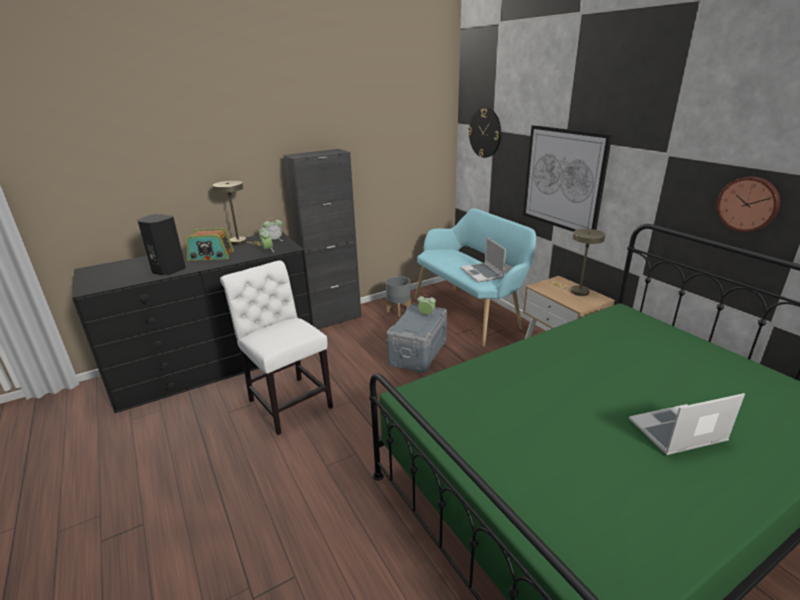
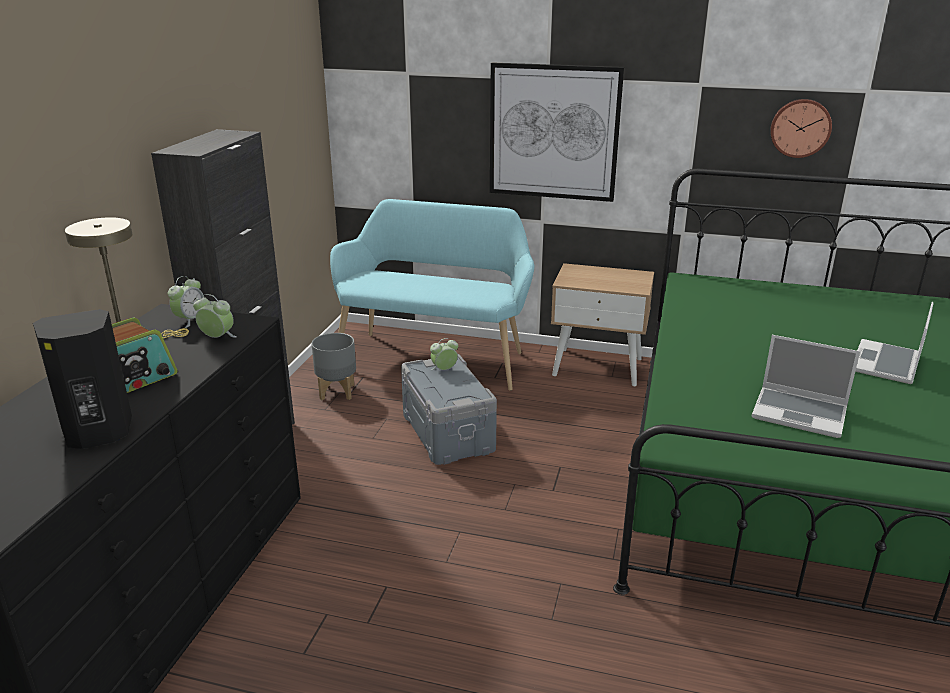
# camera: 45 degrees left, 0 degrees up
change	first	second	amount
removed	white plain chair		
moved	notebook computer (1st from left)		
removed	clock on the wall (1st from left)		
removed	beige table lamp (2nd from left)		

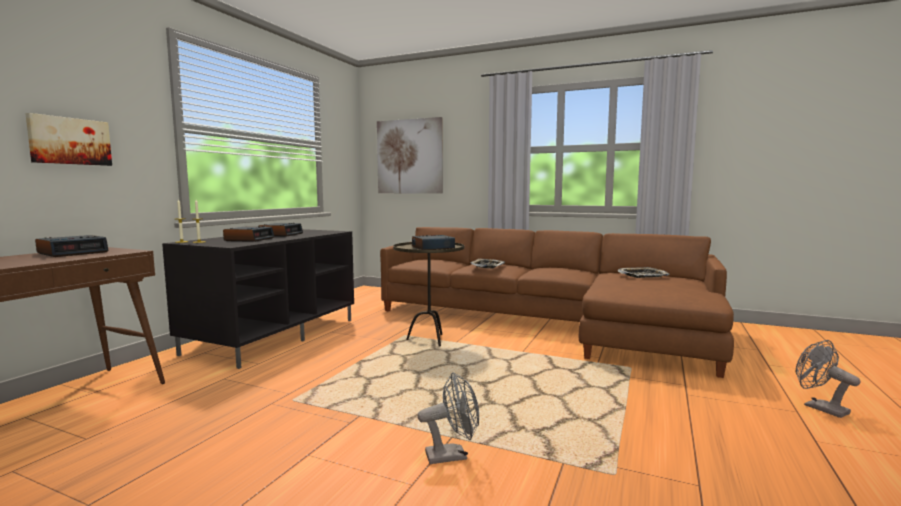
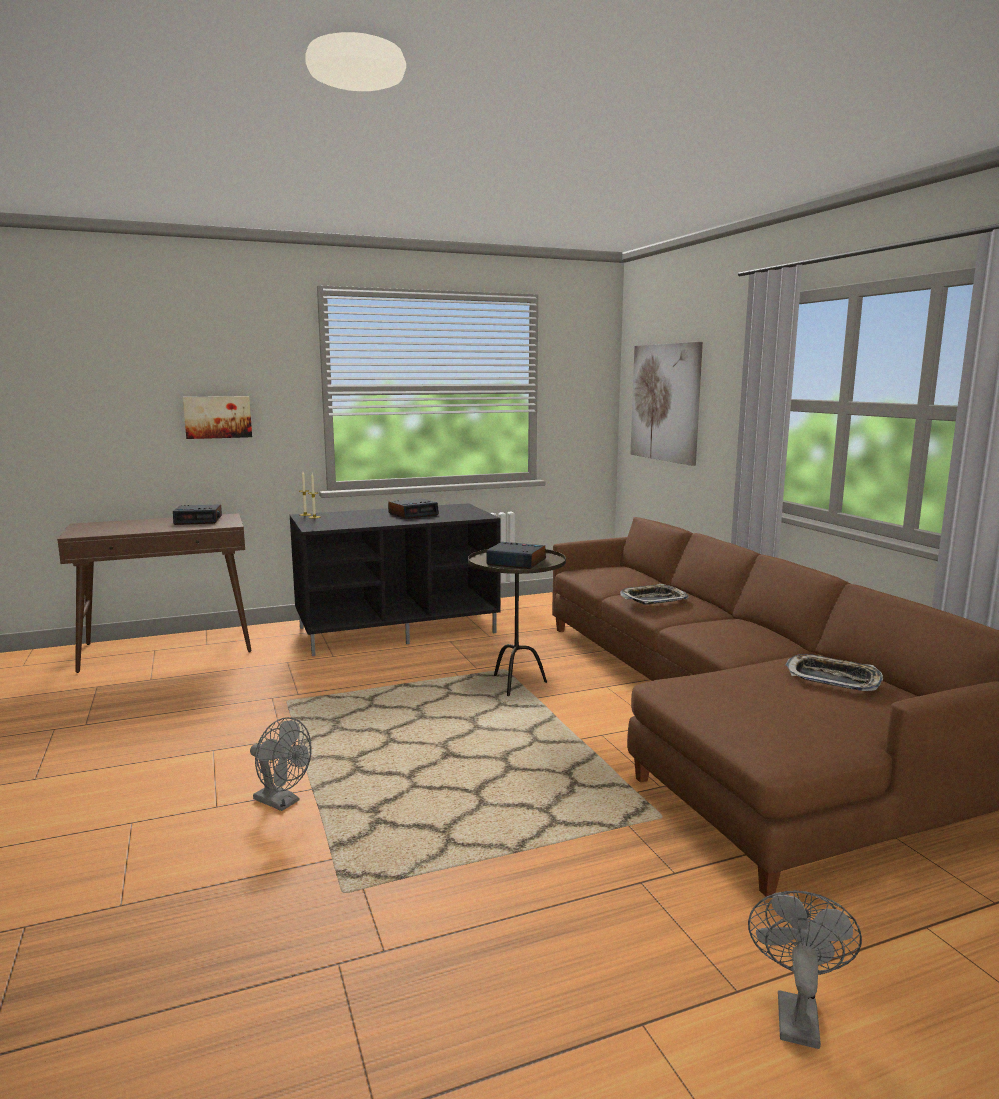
# camera: 45 degrees right, 5 degrees up
change	first	second	amount
removed	table clock (2nd from left)		

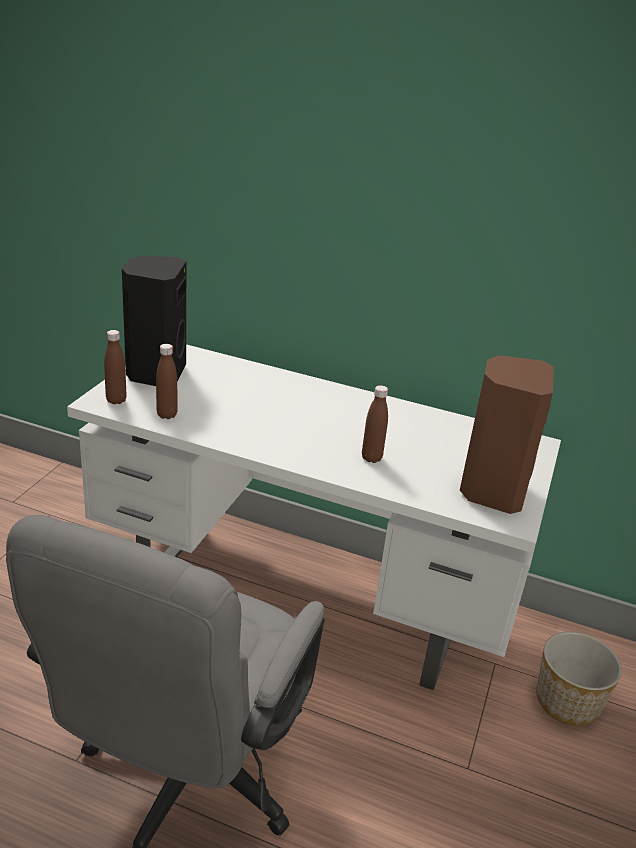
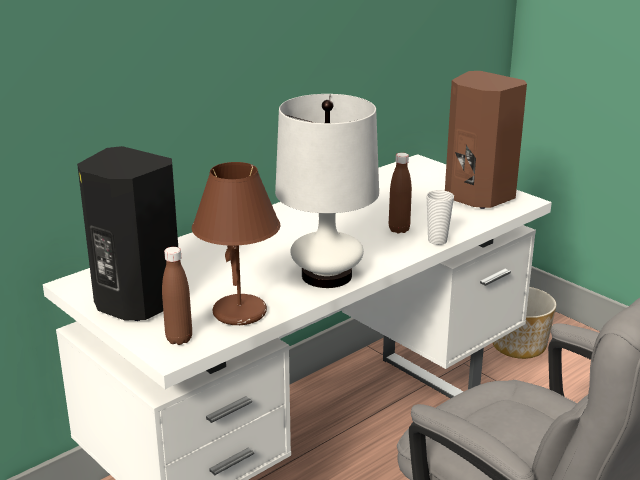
# camera: 60 degrees left, 5 degrees down
change	first	second	amount
replaced	brown-coloured drink bottle (2nd from left)	brown-coloured table lamp	
added		white table lamp	
added		small cup	

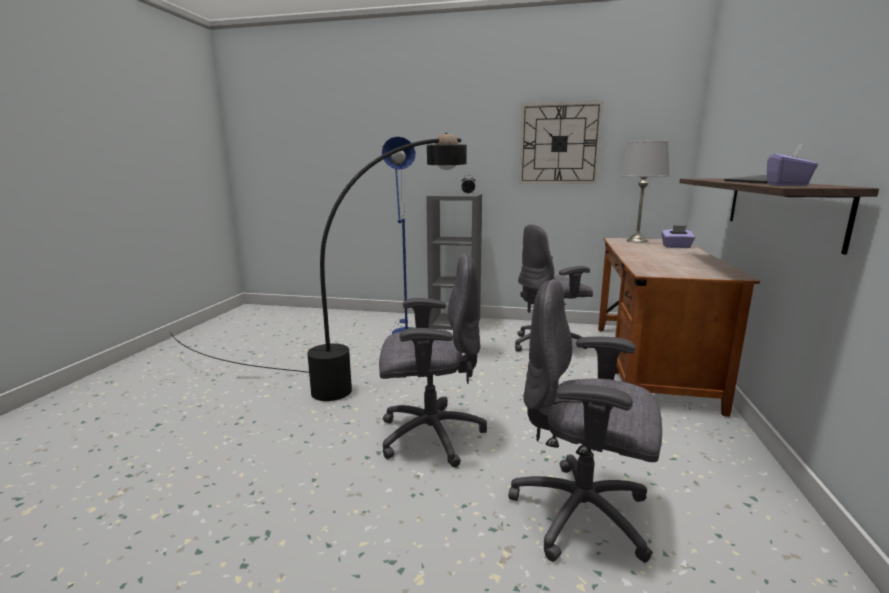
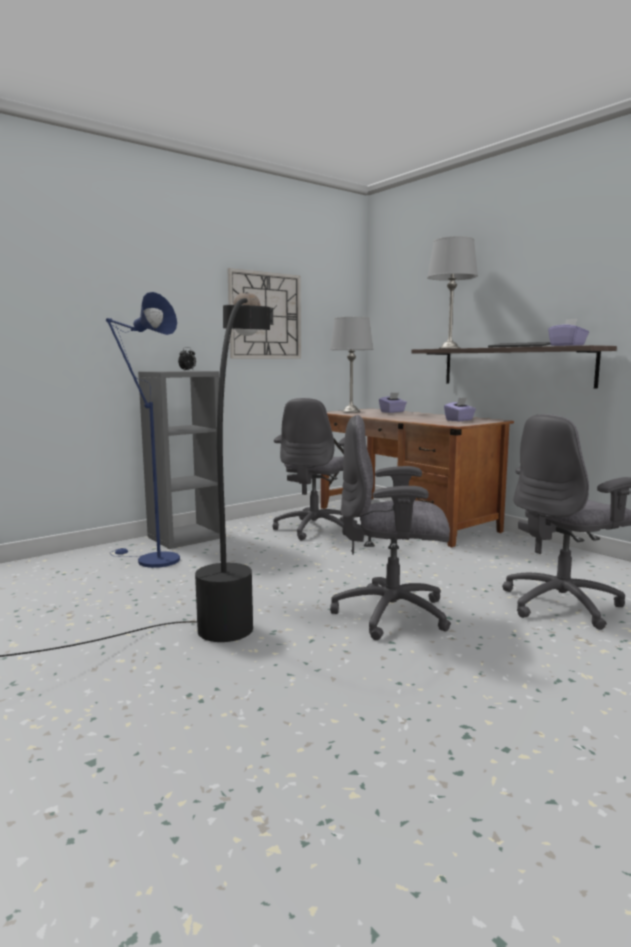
# camera: 50 degrees left, 5 degrees down
change	first	second	amount
turned	greyish computer chair (1st from left in the first image)	greyish computer chair (2nd from left)	120 degrees counterclockwise
added		greyish table lamp (2nd from left)	
added		purplish tissue box (2nd from left)	

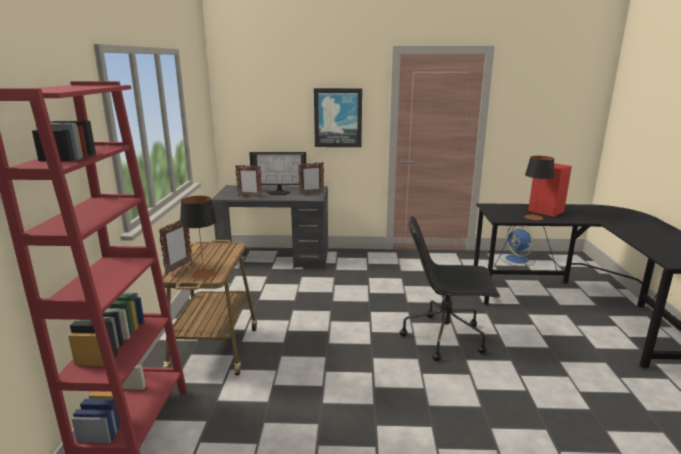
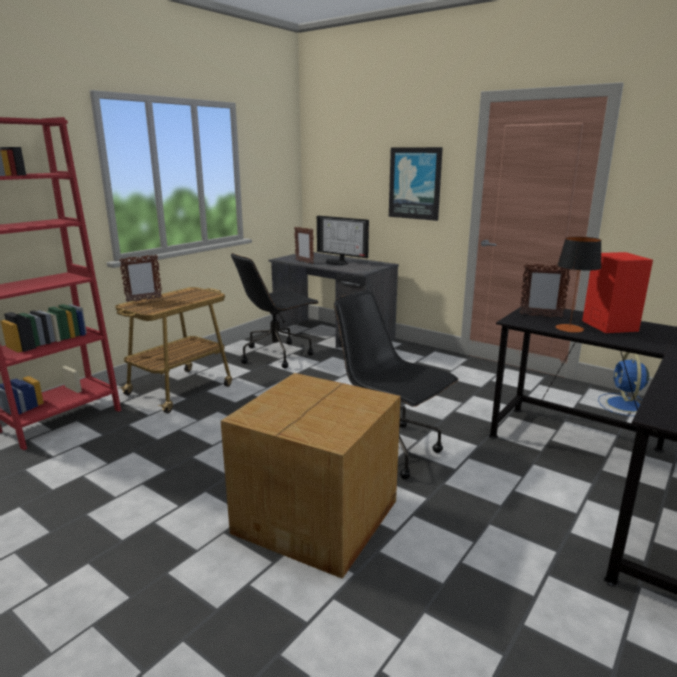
# camera: 35 degrees right, 0 degrees up
change	first	second	amount
removed	table lamp (1st from left)		
moved	standing frame (3rd from left)		
added		packing box	
added		black computer chair (1st from left)	

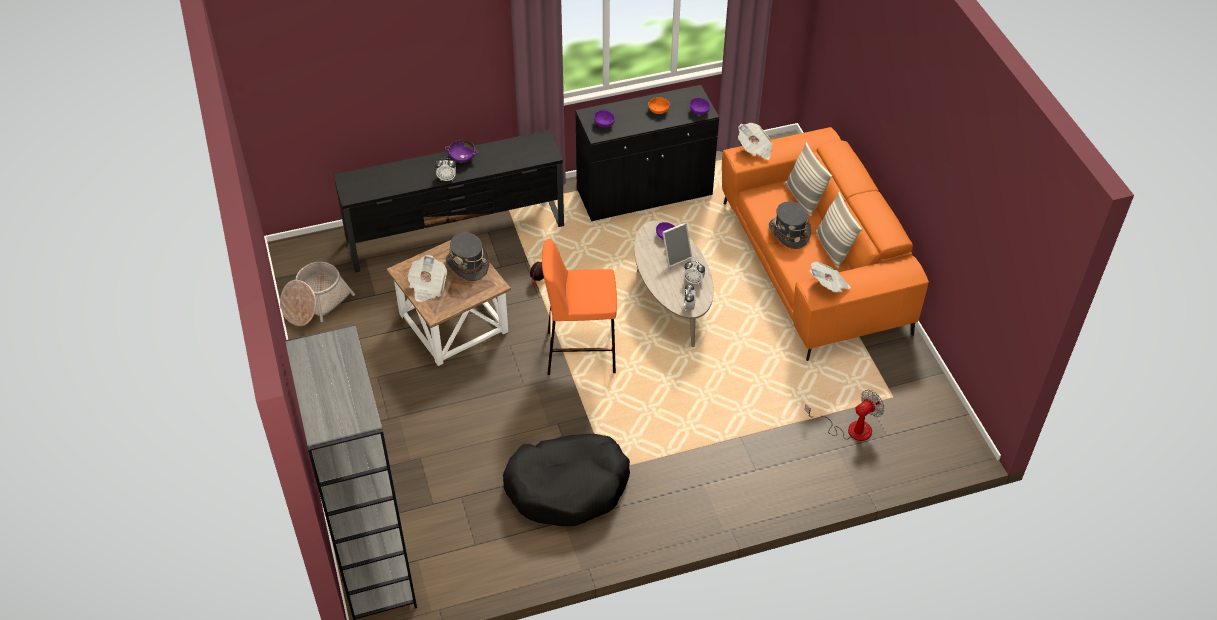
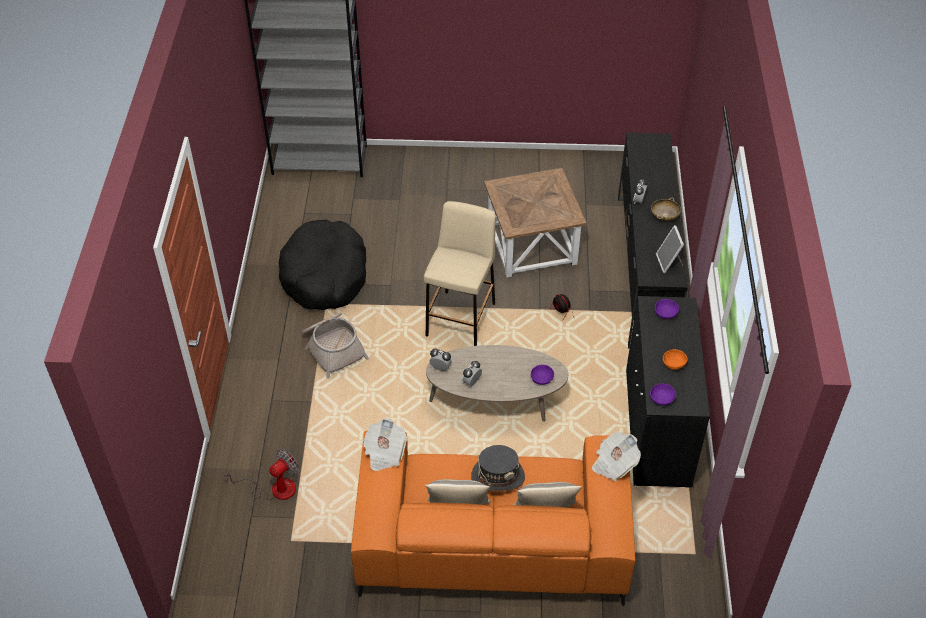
# camera: 110 degrees right, 0 degrees up
change	first	second	amount
moved	household basket		
removed	printed paper (1st from left)		
recoloured	purplish serving bowl (1st from left)	beige serving bowl	
removed	greyish hat (1st from left)		
recoloured	orange-coloured sitting stool	beige sitting stool	
moved	standing frame		
turned	cooling fan (2nd from left in the first image)	cooling fan (1st from left)	120 degrees counterclockwise

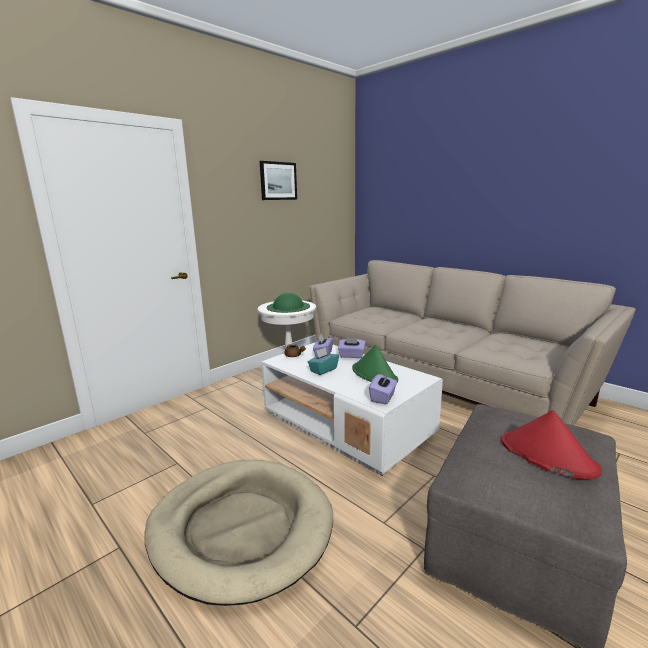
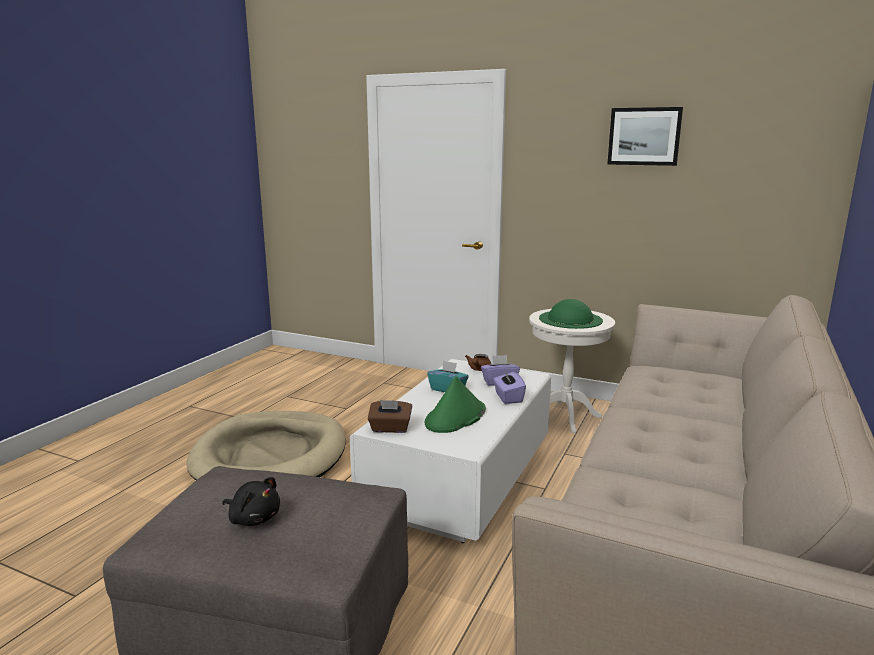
# camera: 70 degrees right, 0 degrees up
change	first	second	amount
recoloured	purplish tissue box (3rd from left)	brown-coloured tissue box	
replaced	reddish hat	black plush toy	

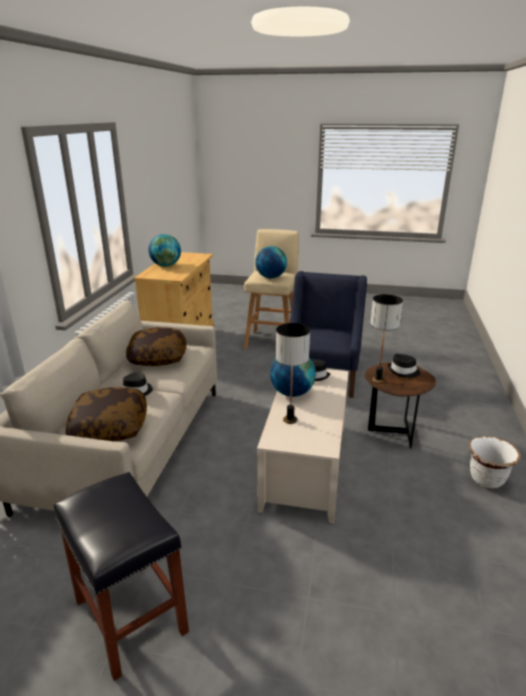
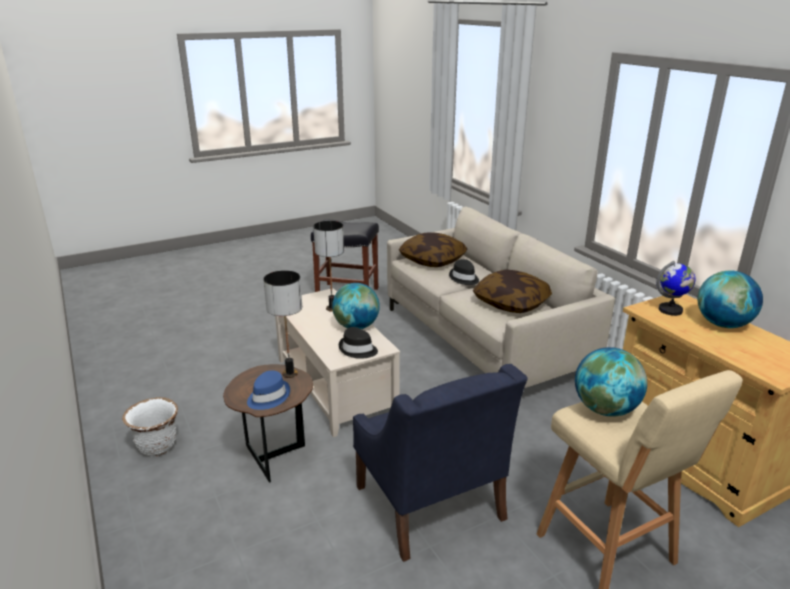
# camera: 140 degrees right, 0 degrees up
change	first	second	amount
recoloured	black hat (3rd from left)	bluish hat	
added		world globe (3rd from left)	

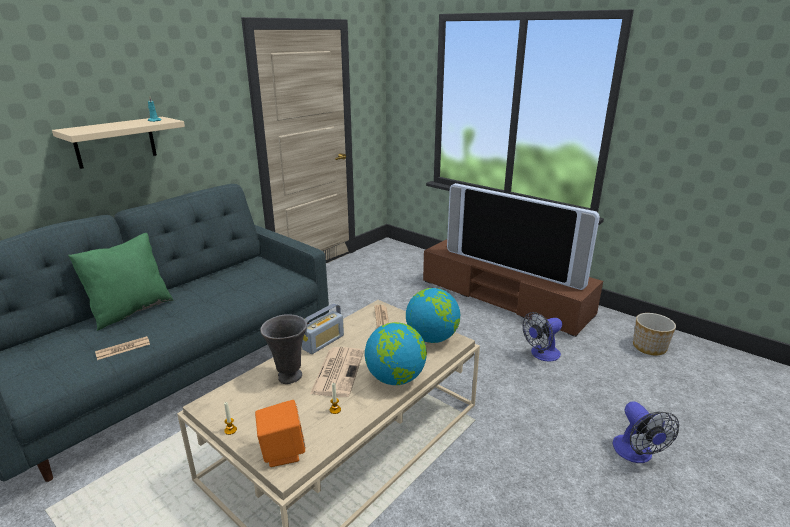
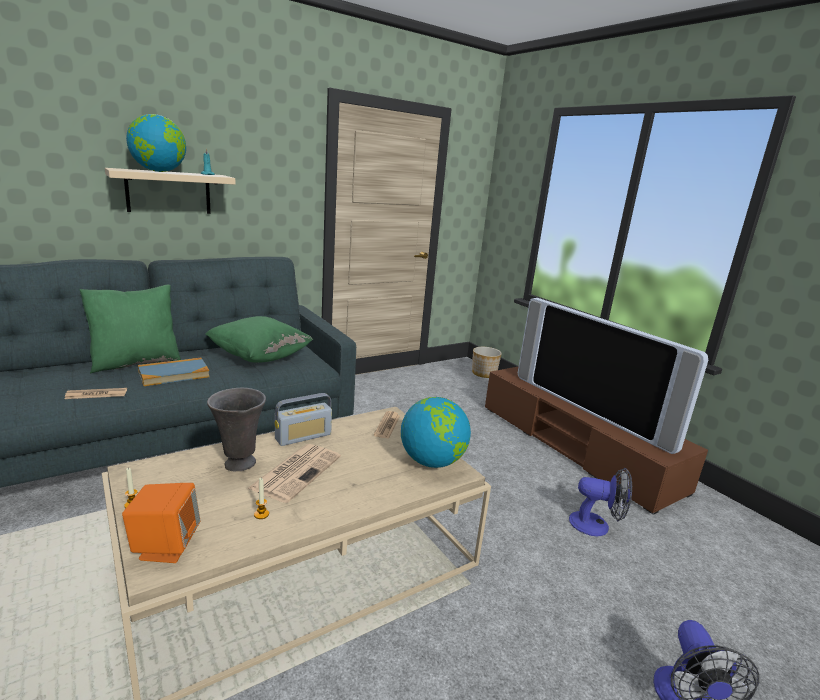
# camera: 15 degrees right, 5 degrees down
change	first	second	amount
moved	world globe (1st from left)		
turned	cooling fan (1st from left)		150 degrees counterclockwise
moved	plant pot		
added		volume	
added		greenish pillow (2nd from left)	

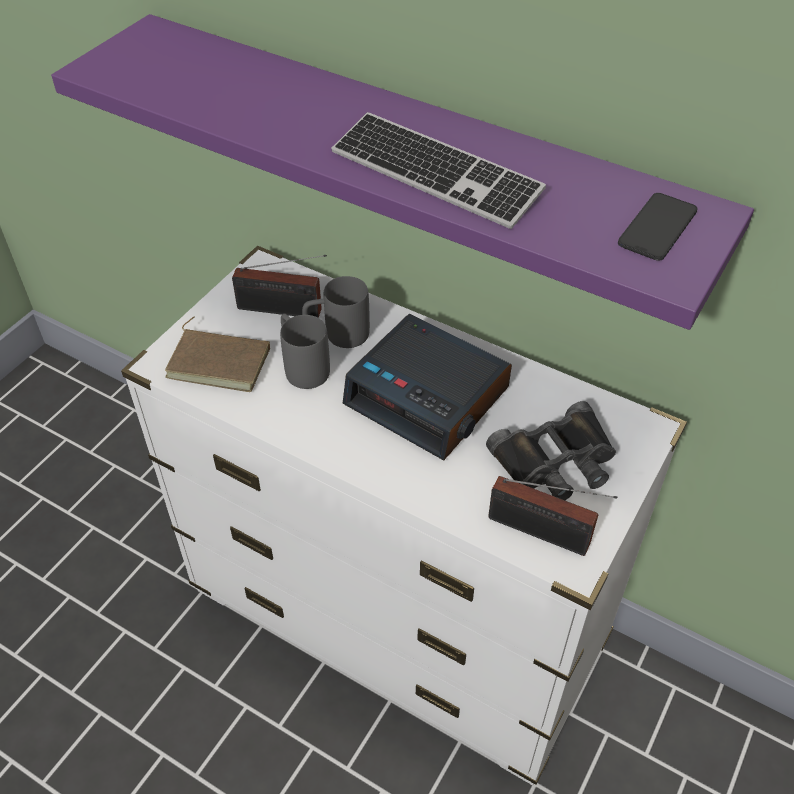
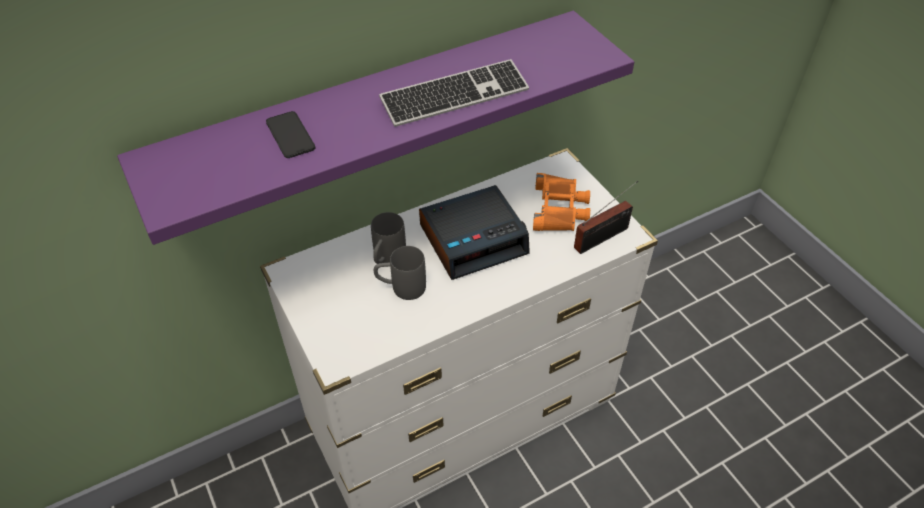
# camera: 60 degrees left, 0 degrees up
change	first	second	amount
removed	brown-coloured volume		
removed	radio receiver (1st from left)		
recoloured	black pair of binoculars	orange-coloured pair of binoculars	
moved	phone		

